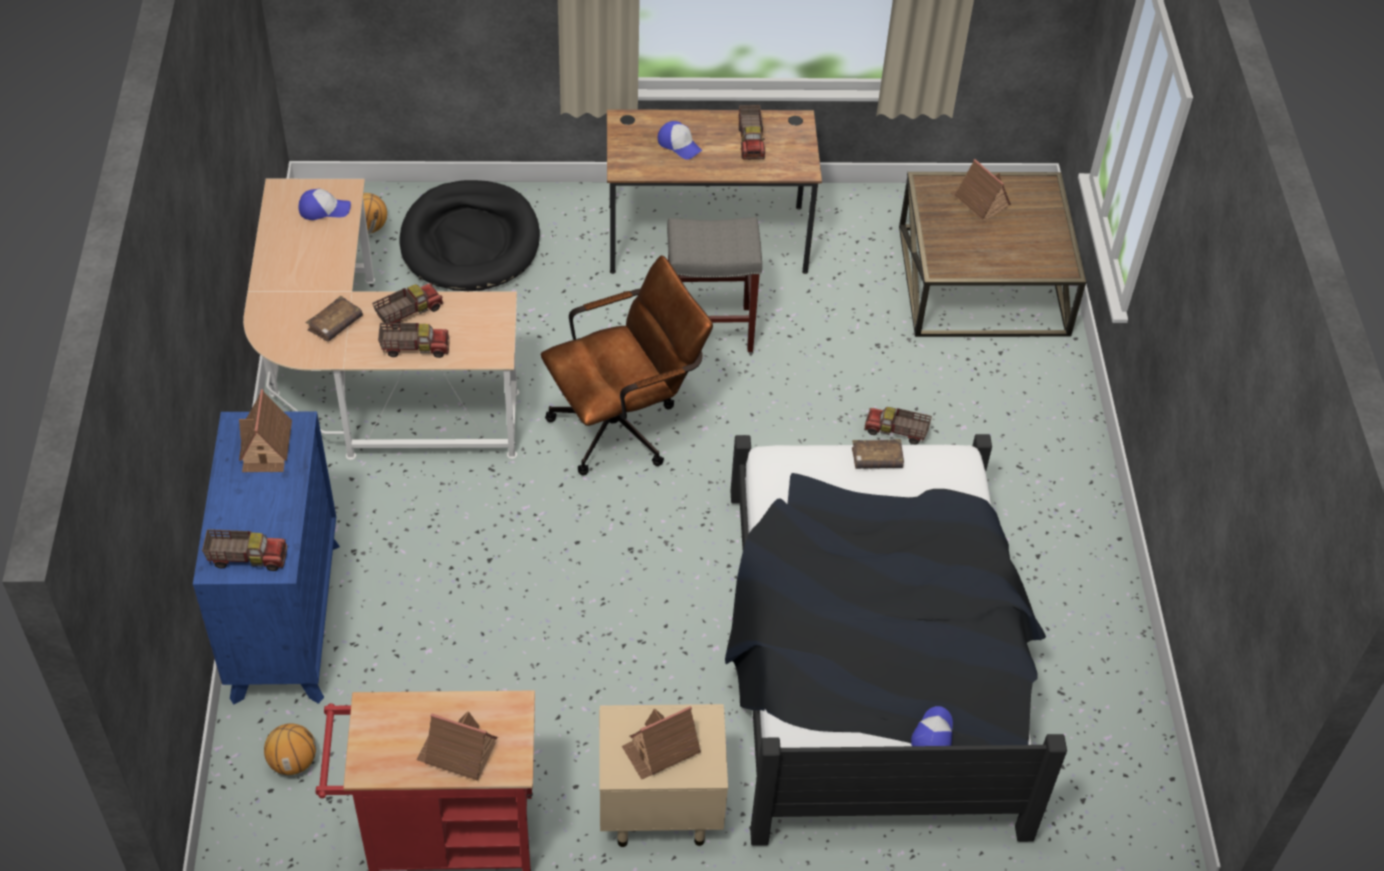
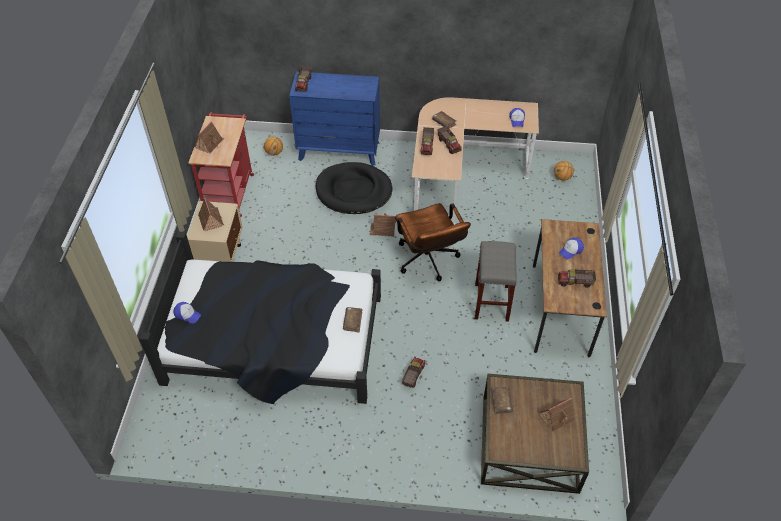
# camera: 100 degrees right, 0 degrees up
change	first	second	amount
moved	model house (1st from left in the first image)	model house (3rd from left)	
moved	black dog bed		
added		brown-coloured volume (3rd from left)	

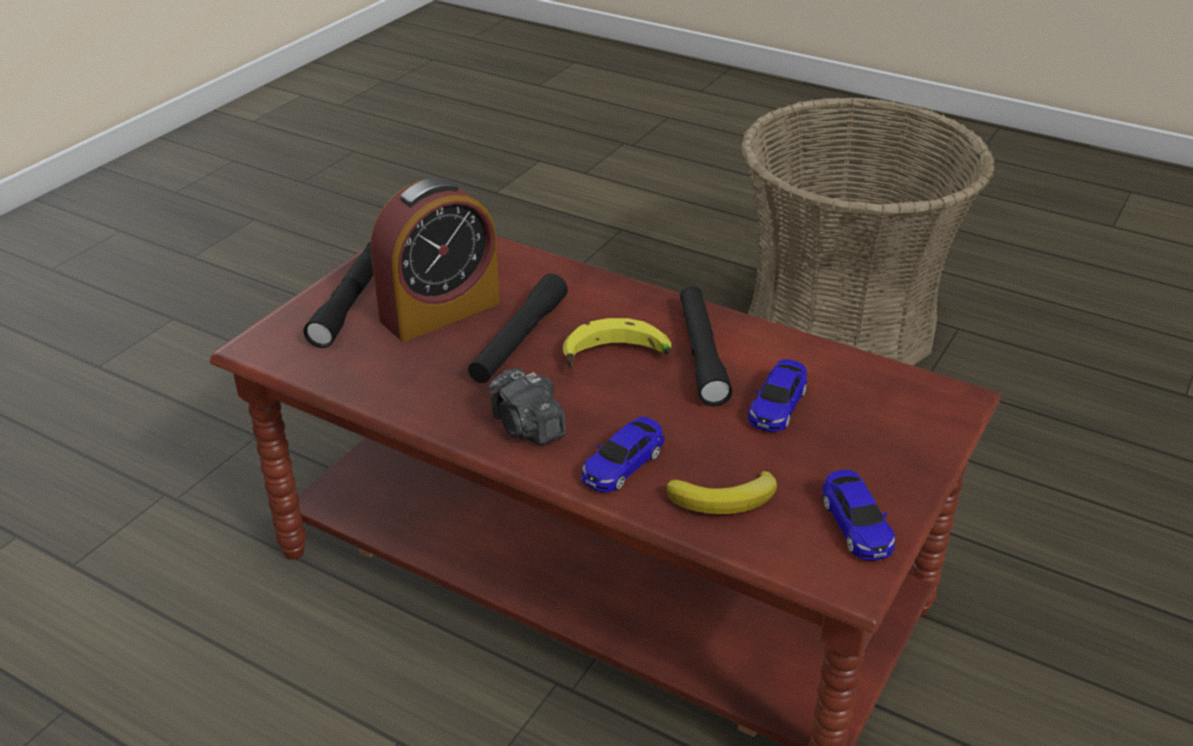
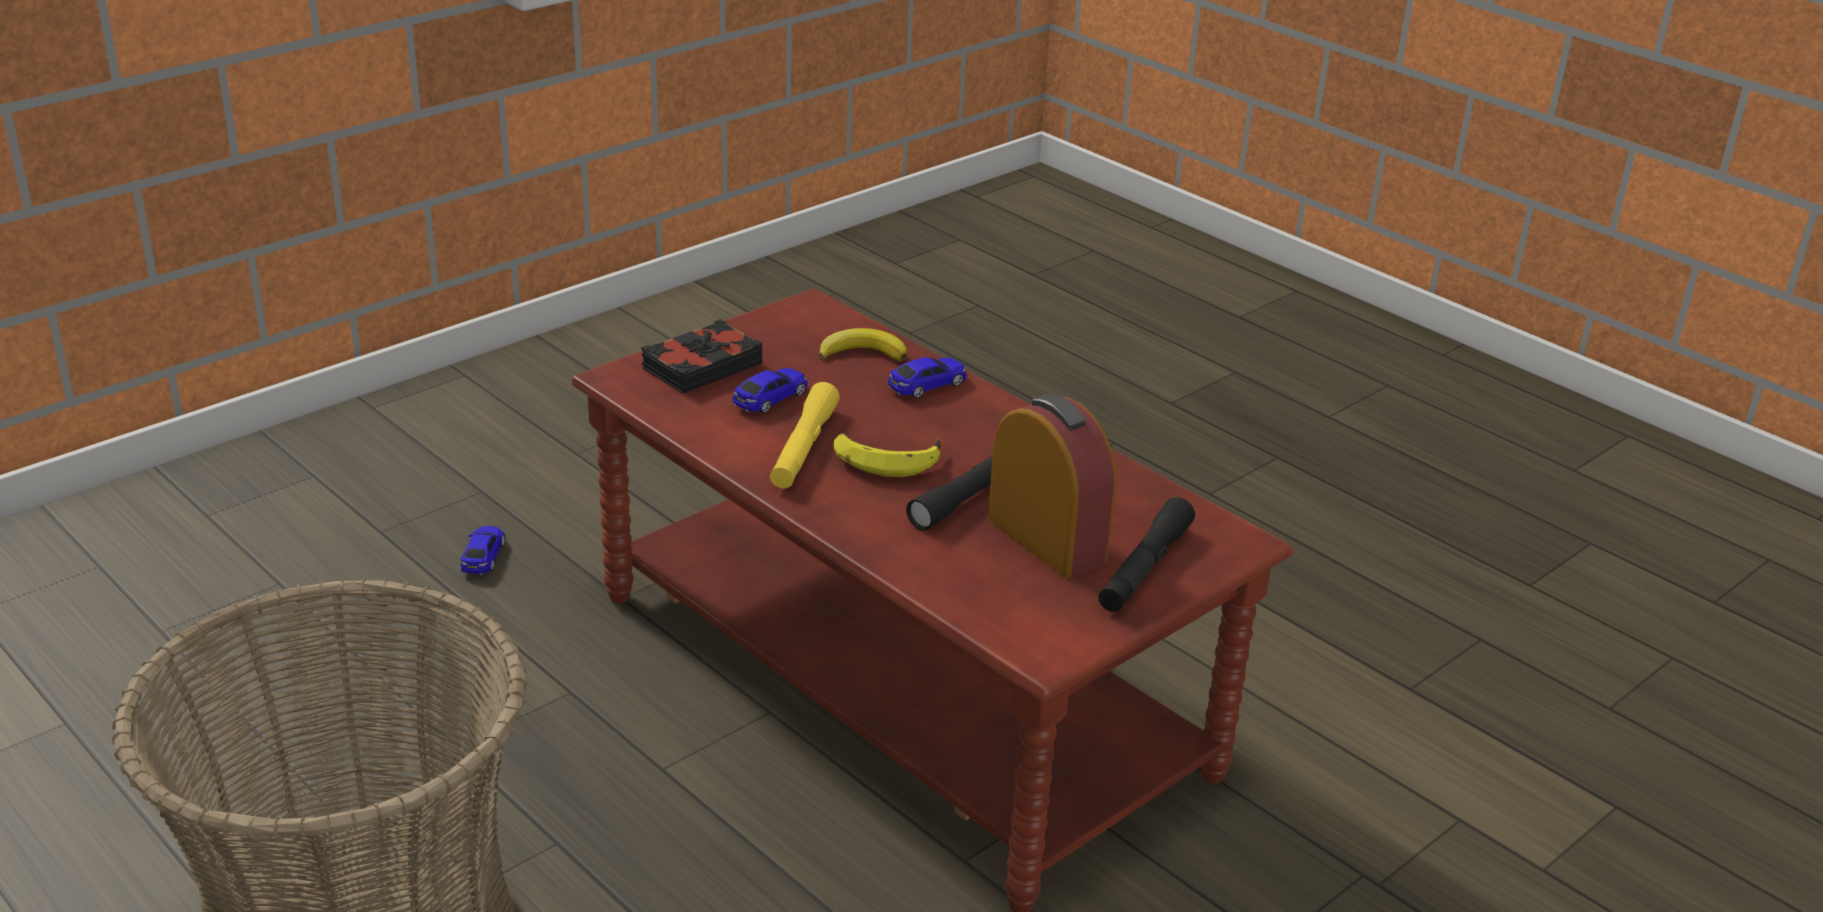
# camera: 165 degrees left, 5 degrees down
change	first	second	amount
turned	table clock		75 degrees clockwise
removed	still camera		
recoloured	black flashlight (3rd from left)	yellowish flashlight	
moved	toy car (3rd from left in the first image)	toy car (1st from left)	
added		black volume	

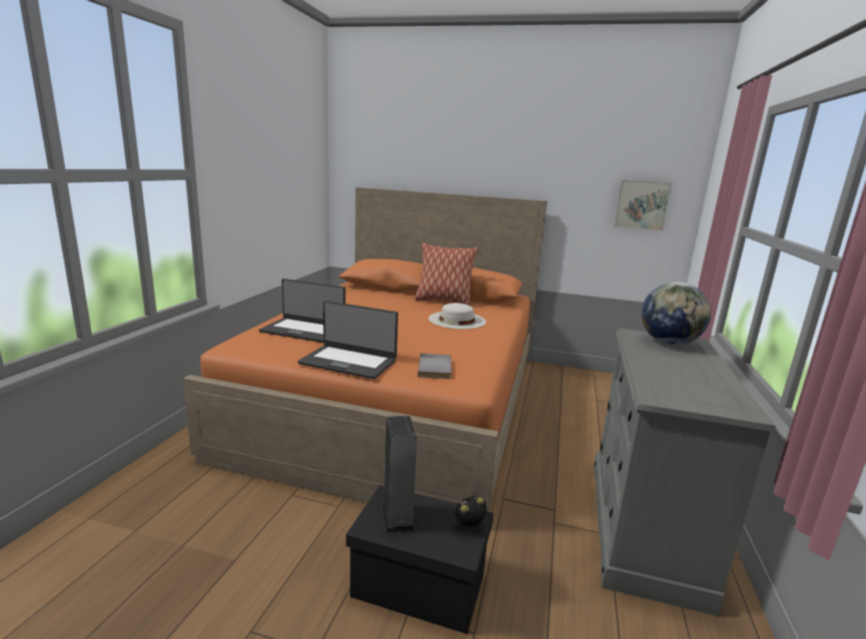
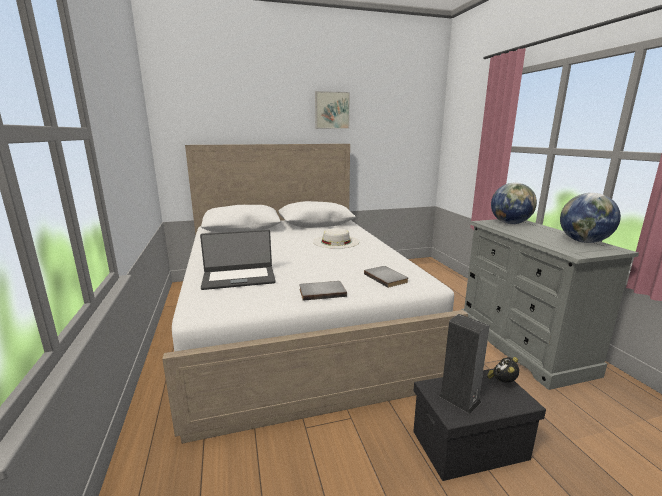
# camera: 30 degrees left, 0 degrees up
change	first	second	amount
recoloured	orange-coloured bed	white bed	
replaced	notebook computer (2nd from left)	greyish volume (1st from left)	
removed	pillow		
moved	picture		
added		world globe (2nd from left)	

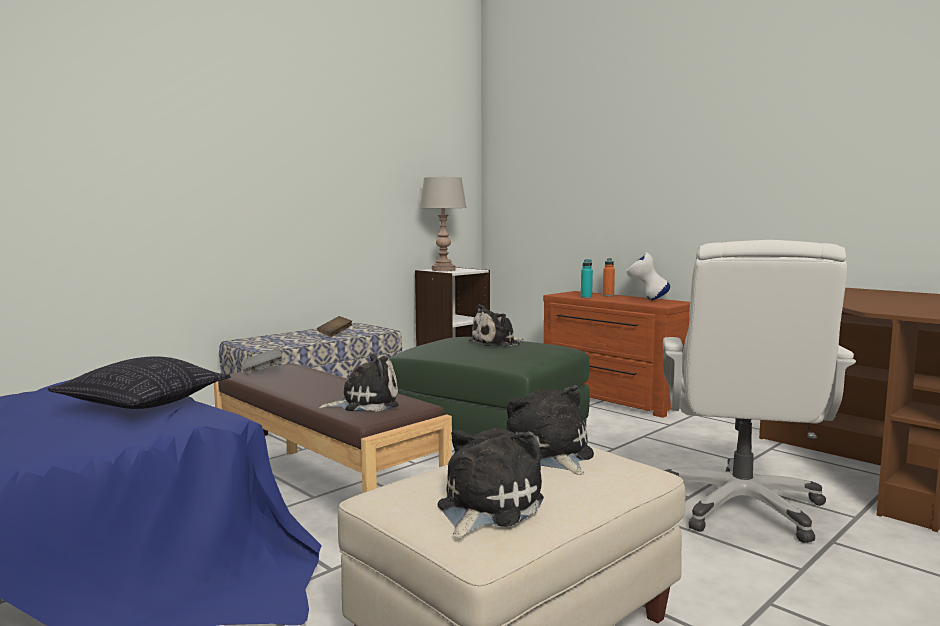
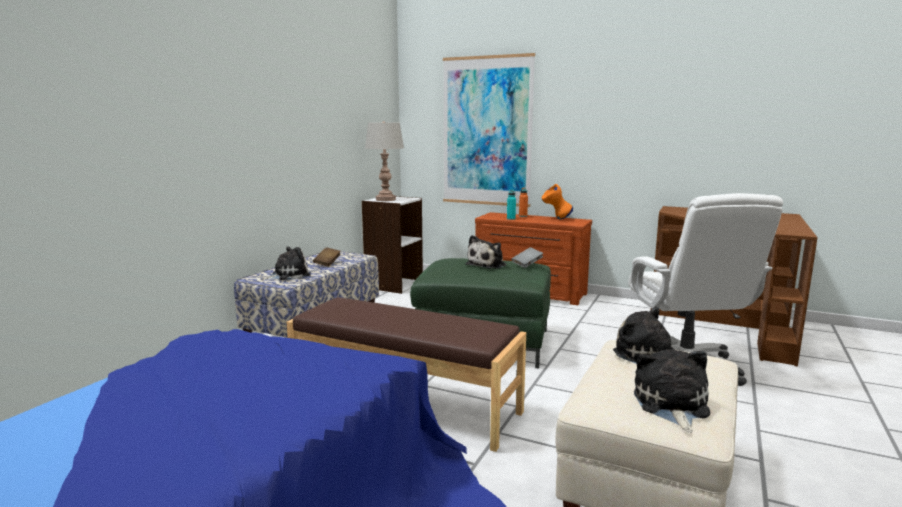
# camera: 20 degrees left, 5 degrees up
change	first	second	amount
removed	pillow		
moved	greyish volume		
moved	plush toy (1st from left)		
recoloured	white flower vase	orange-coloured flower vase	
added		picture	

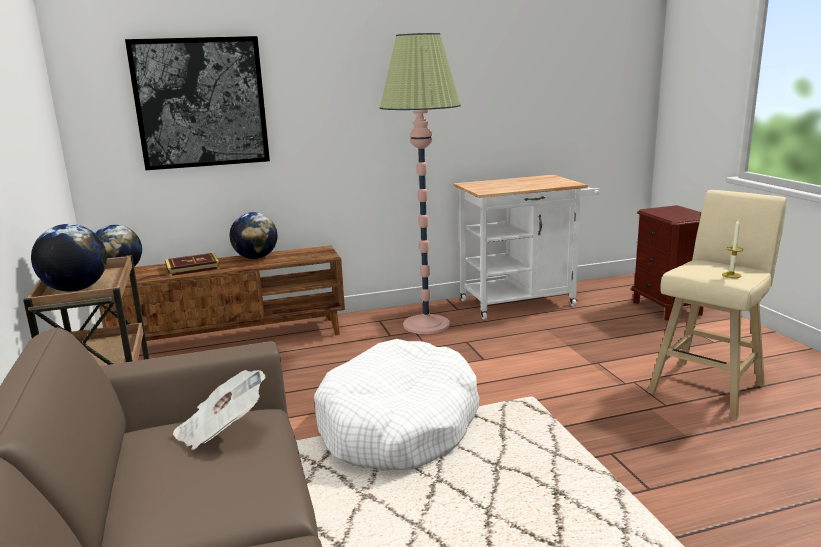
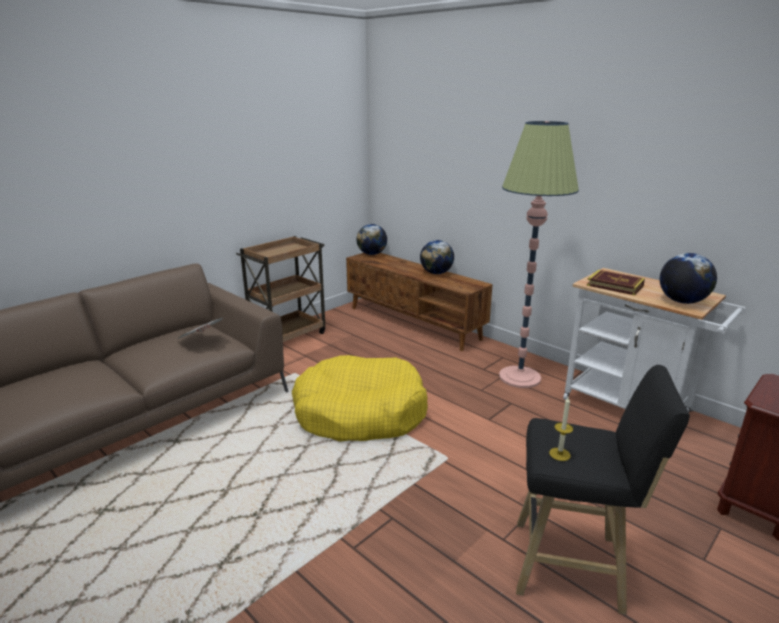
# camera: 60 degrees right, 5 degrees up
change	first	second	amount
moved	world globe (1st from left in the first image)	world globe (3rd from left)	
removed	picture		
moved	volume		
recoloured	white dog bed	yellowish dog bed	
recoloured	beige sitting stool	black sitting stool	

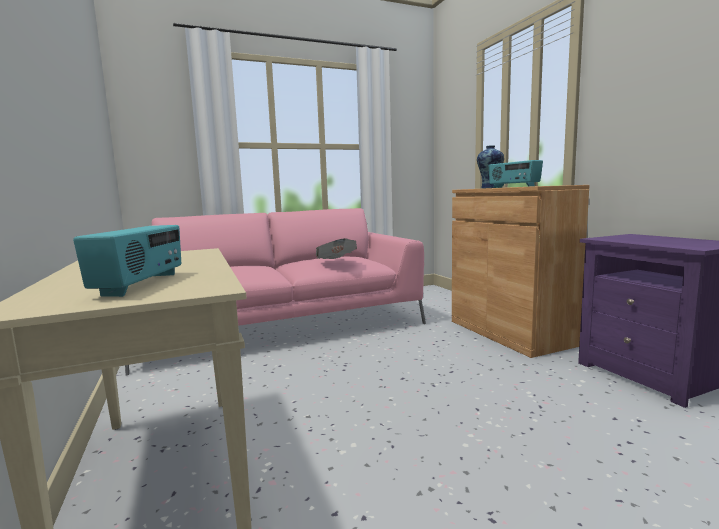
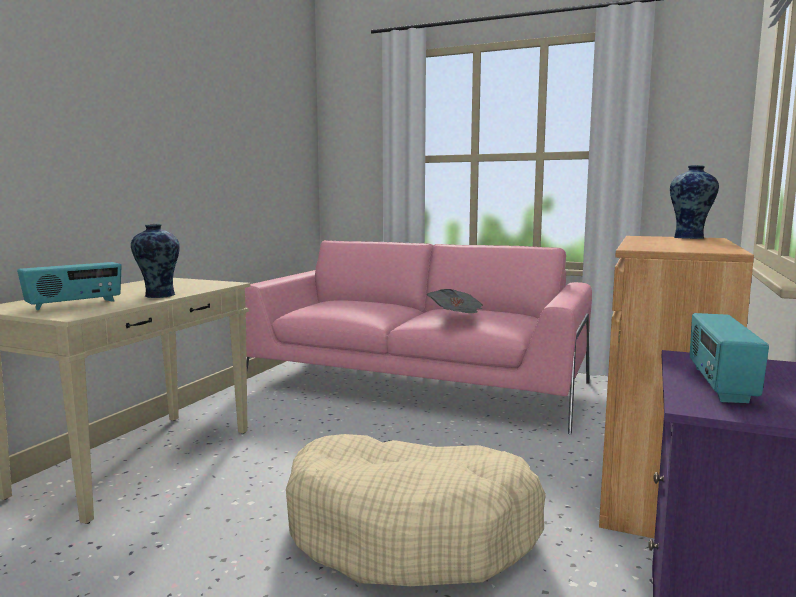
# camera: 45 degrees right, 0 degrees up
change	first	second	amount
moved	radio receiver (2nd from left)		
added		flower vase (1st from left)	
added		beige dog bed	

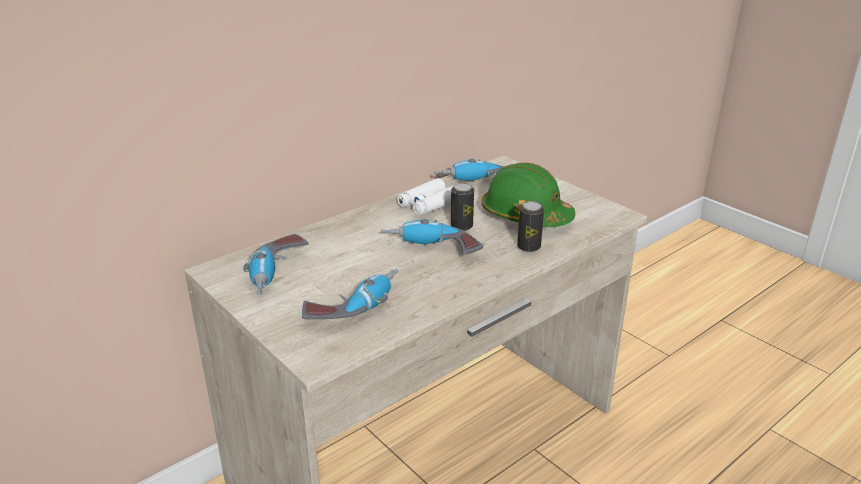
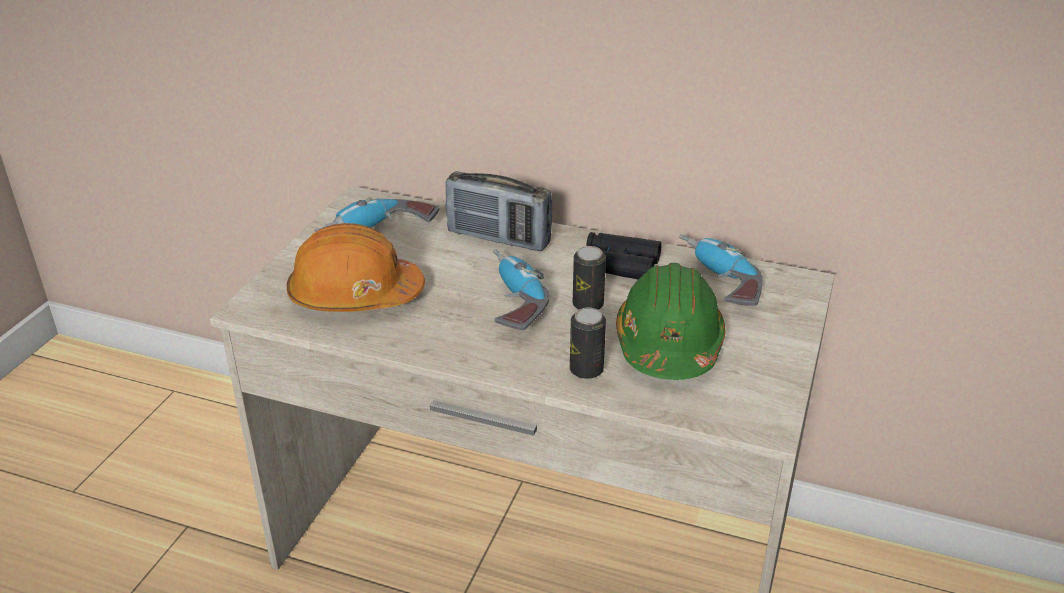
# camera: 60 degrees right, 5 degrees up
change	first	second	amount
replaced	power drill (2nd from left)	orange-coloured hard hat	
recoloured	white pair of binoculars	black pair of binoculars	
added		radio receiver	

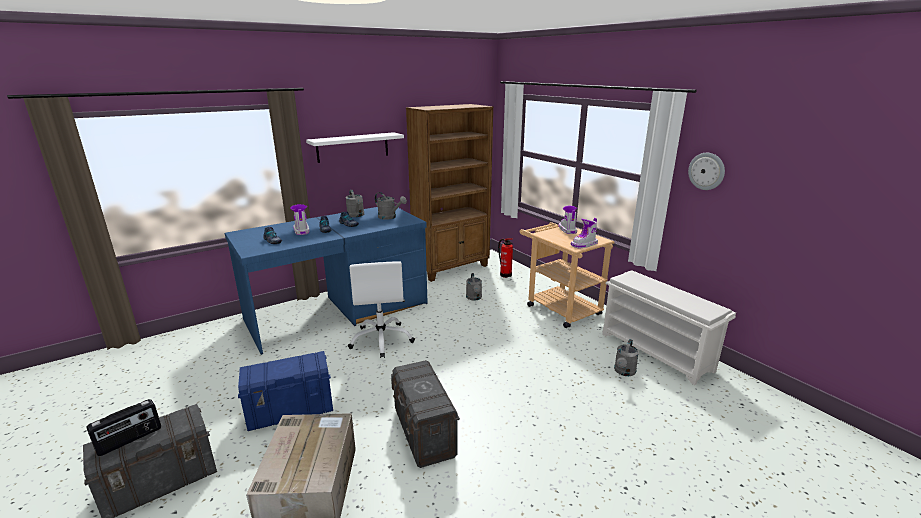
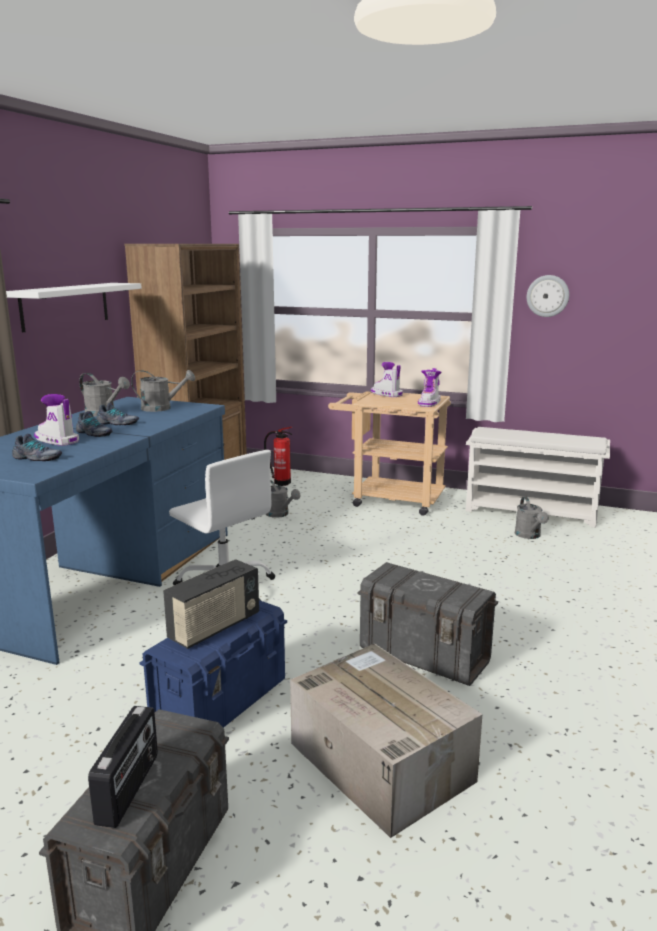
# camera: 35 degrees left, 5 degrees down
change	first	second	amount
added		radio receiver (2nd from left)	

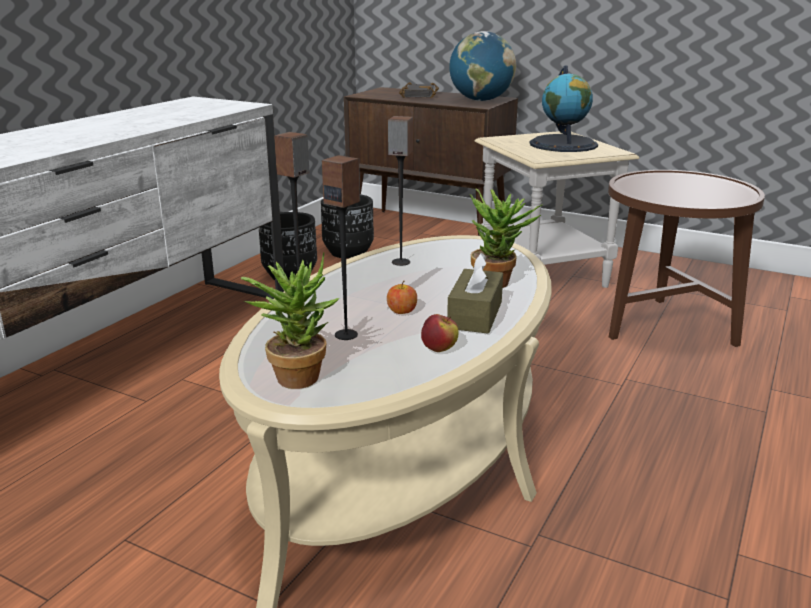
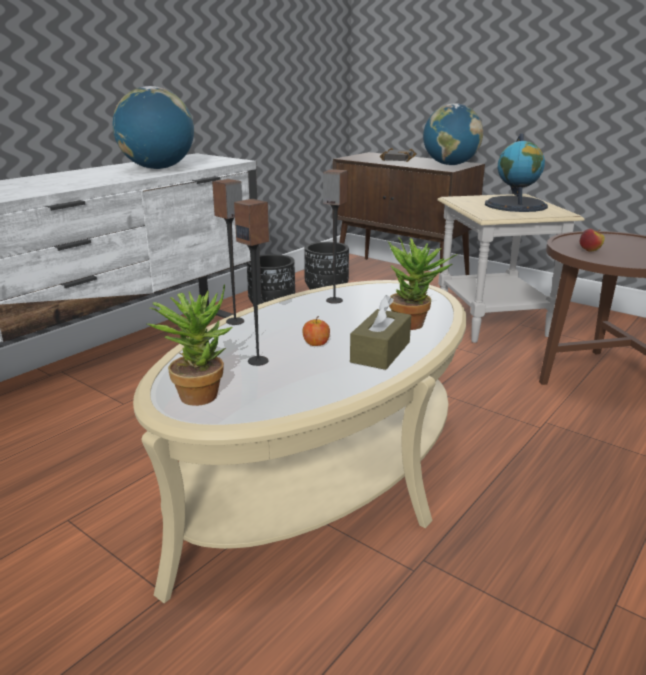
# camera: 10 degrees right, 0 degrees up
change	first	second	amount
moved	apple fruit (2nd from left)		
added		world globe (1st from left)	

